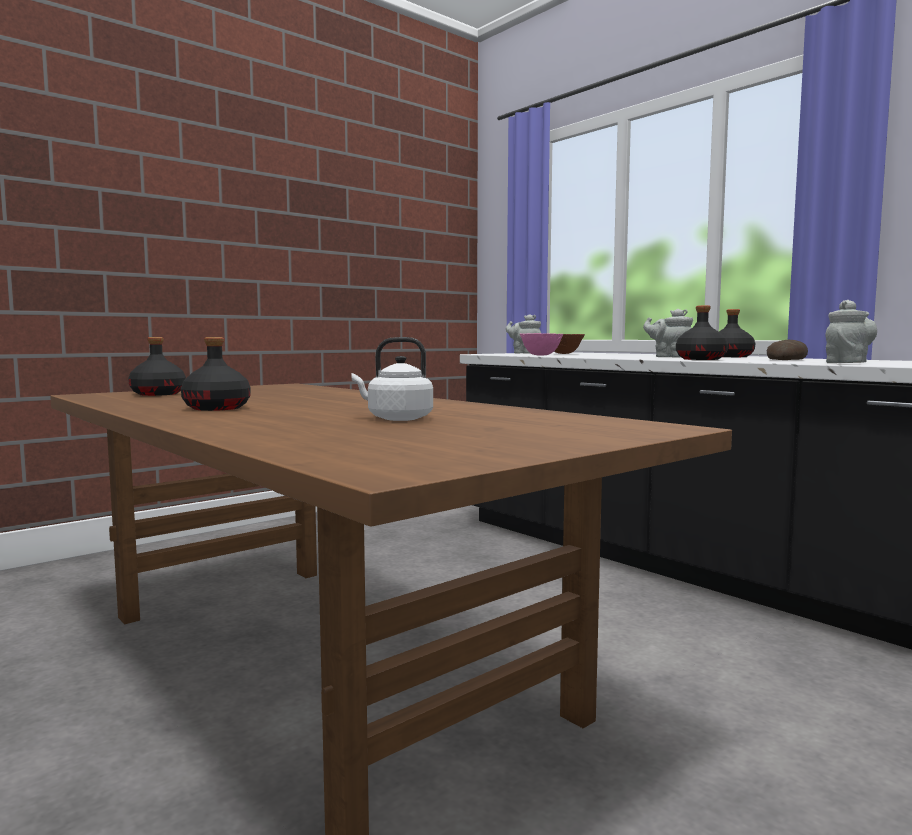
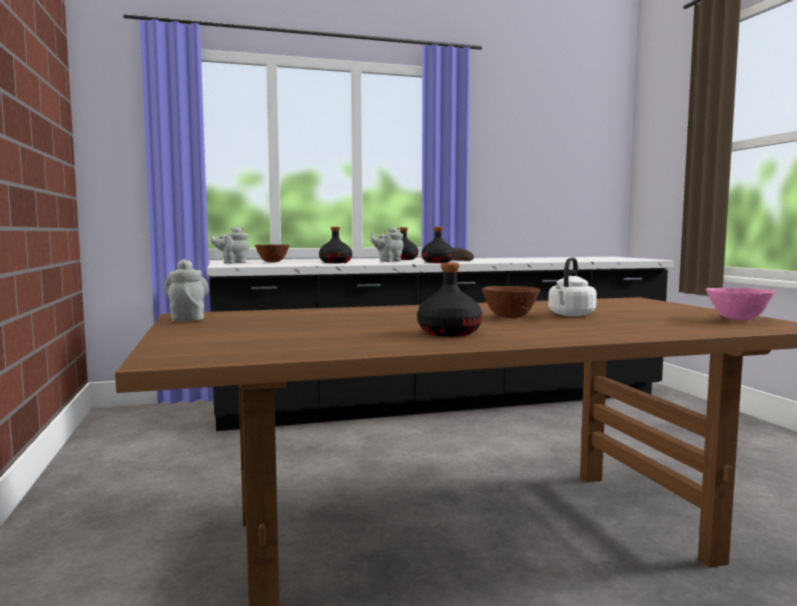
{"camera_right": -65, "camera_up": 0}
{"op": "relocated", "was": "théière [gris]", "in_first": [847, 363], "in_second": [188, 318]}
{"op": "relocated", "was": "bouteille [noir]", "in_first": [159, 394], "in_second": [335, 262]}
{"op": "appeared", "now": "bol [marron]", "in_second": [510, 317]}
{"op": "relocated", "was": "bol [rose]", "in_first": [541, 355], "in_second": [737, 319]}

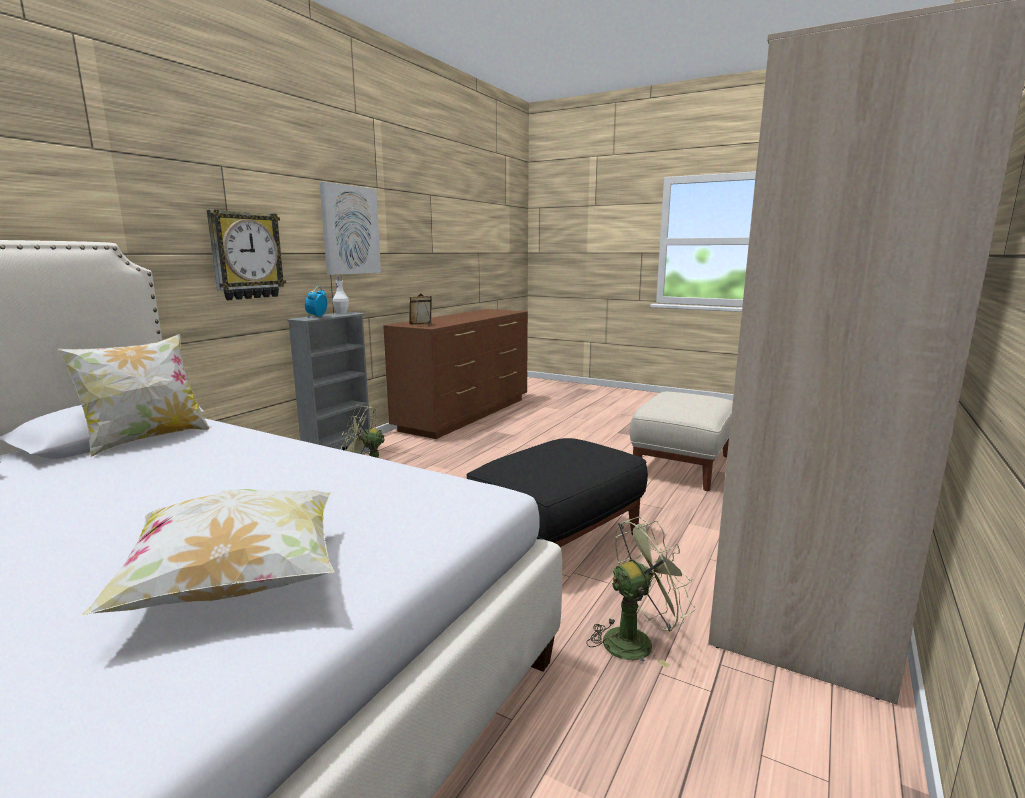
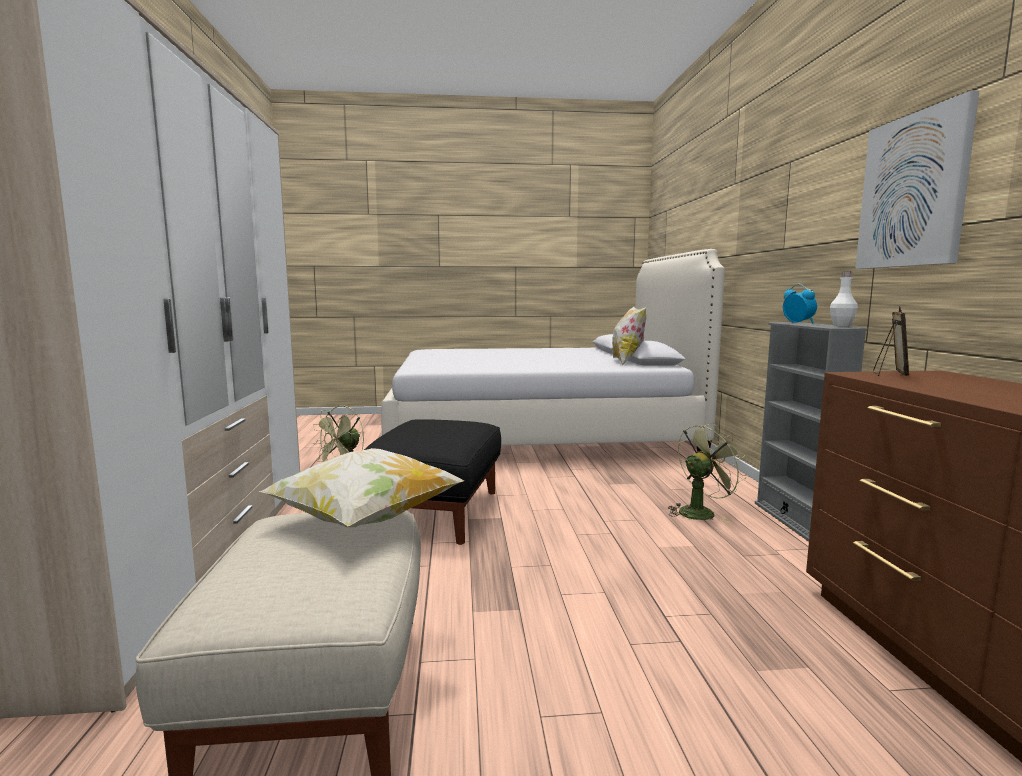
{"camera_right": 145, "camera_up": -5}
{"op": "relocated", "was": "coussin", "in_first": [237, 584], "in_second": [365, 520]}
{"op": "missing", "was": "horloge murale", "in_first": [246, 256]}

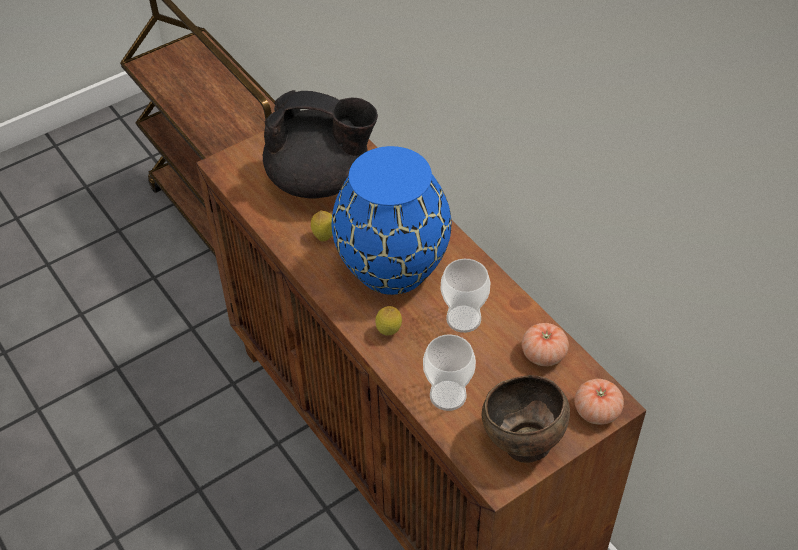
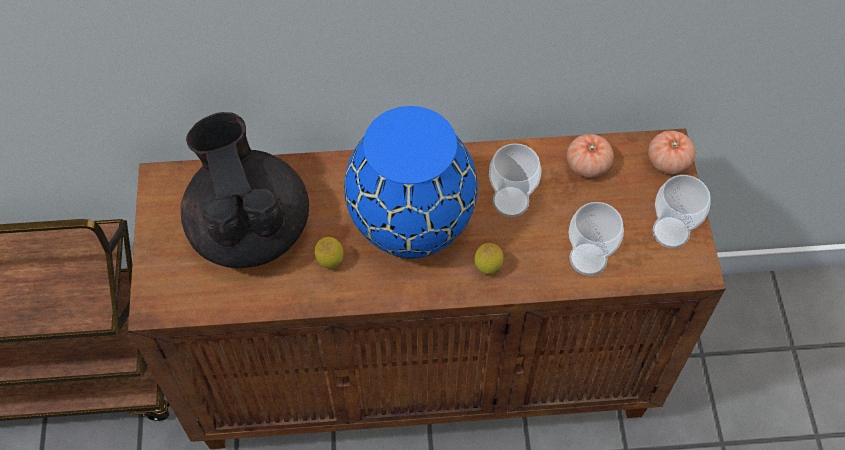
{"camera_right": -60, "camera_up": 10}
{"op": "spun", "was": "théière [noir]", "in_first": [320, 180], "in_second": [249, 227], "clockwise": -60}
{"op": "exchanged", "was": "bol [marron]", "now": "tasse", "in_first": [521, 444], "in_second": [670, 232]}

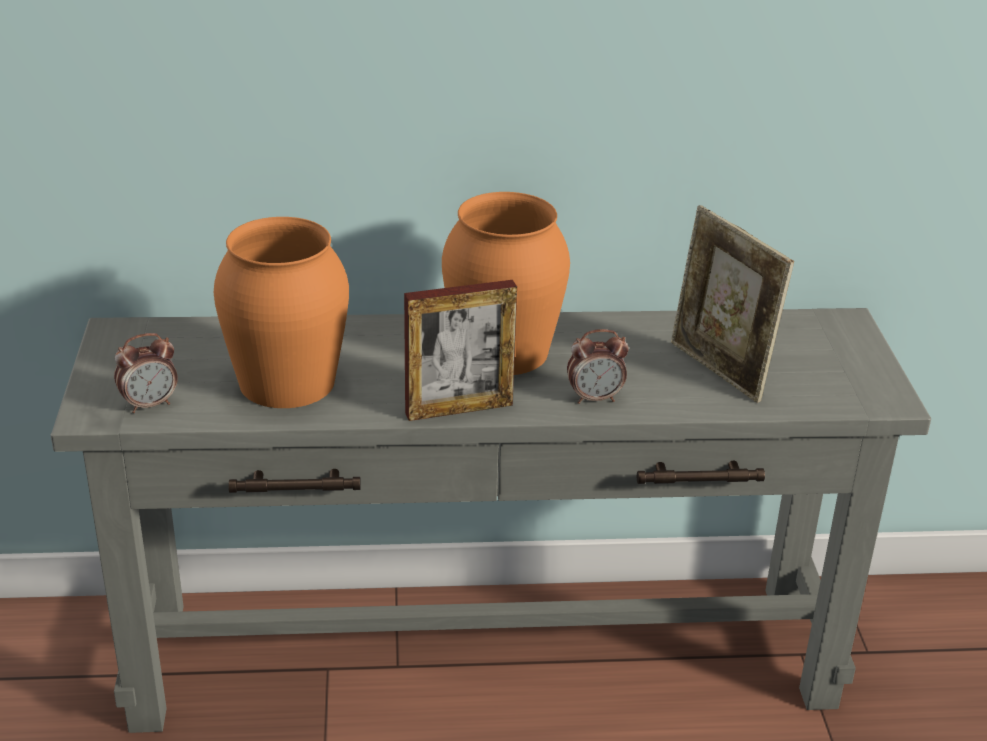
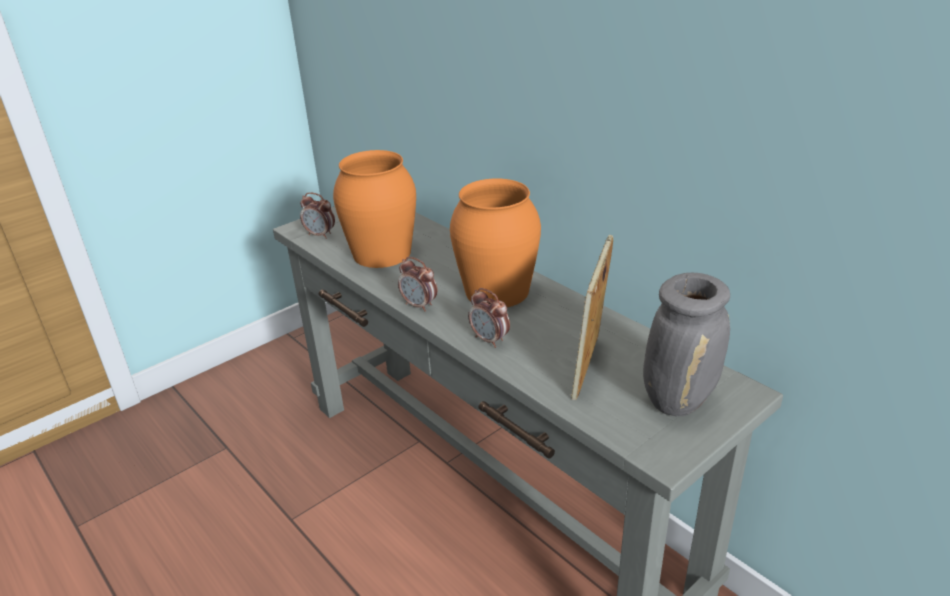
{"camera_right": 55, "camera_up": 0}
{"op": "exchanged", "was": "cadre photo", "now": "réveil", "in_first": [459, 409], "in_second": [419, 305]}
{"op": "appeared", "now": "vase [gris]", "in_second": [678, 400]}

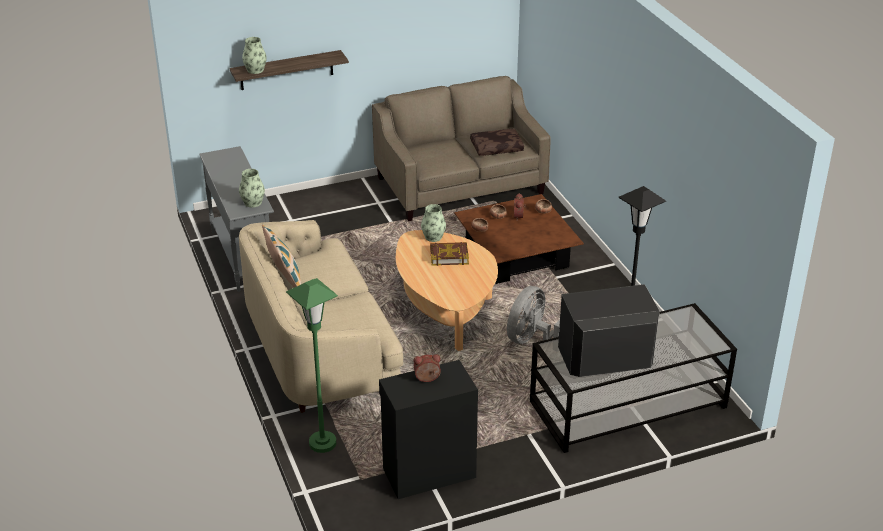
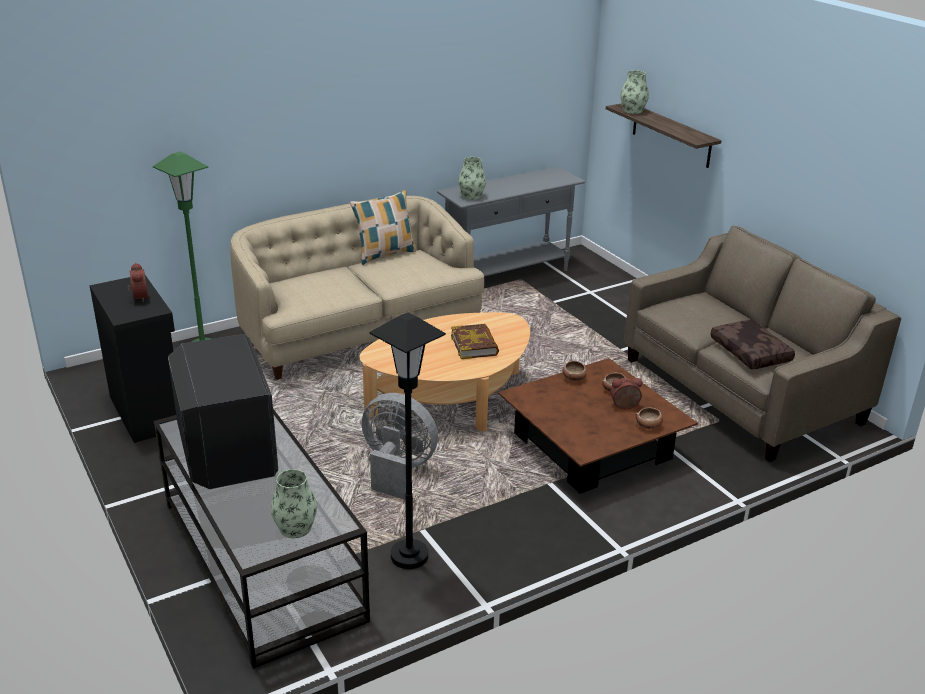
{"camera_right": 80, "camera_up": -5}
{"op": "relocated", "was": "vase", "in_first": [433, 237], "in_second": [295, 528]}

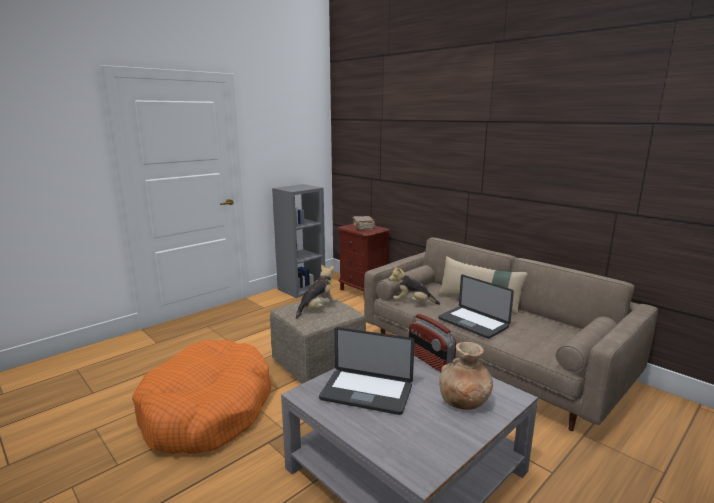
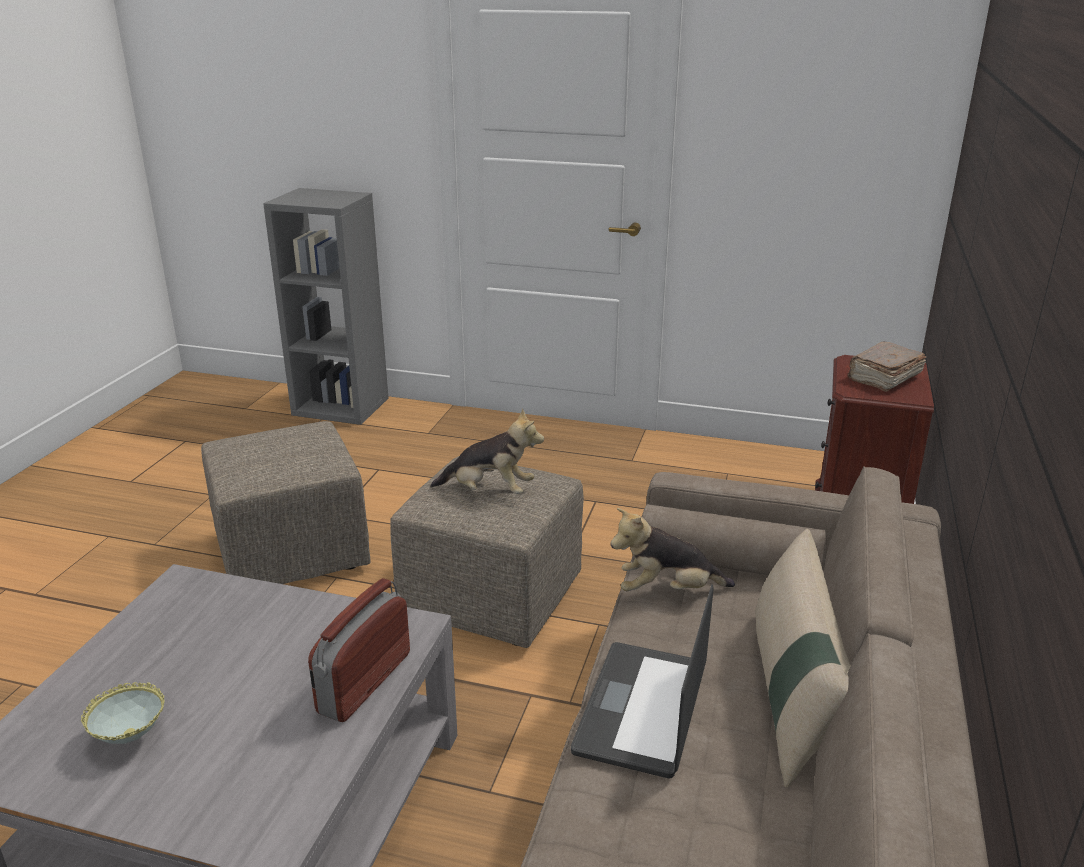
{"camera_right": 60, "camera_up": 10}
{"op": "appeared", "now": "bol", "in_second": [131, 739]}
{"op": "exchanged", "was": "panier pour chien [orange]", "now": "pouf [beige]", "in_first": [207, 410], "in_second": [293, 552]}
{"op": "relocated", "was": "bibliothèque [gris]", "in_first": [301, 288], "in_second": [342, 406]}
{"op": "spun", "was": "peluche", "in_first": [412, 303], "in_second": [667, 591], "clockwise": -75}
{"op": "missing", "was": "ordinateur portable", "in_first": [366, 393]}
{"op": "missing", "was": "vase [marron]", "in_first": [464, 402]}

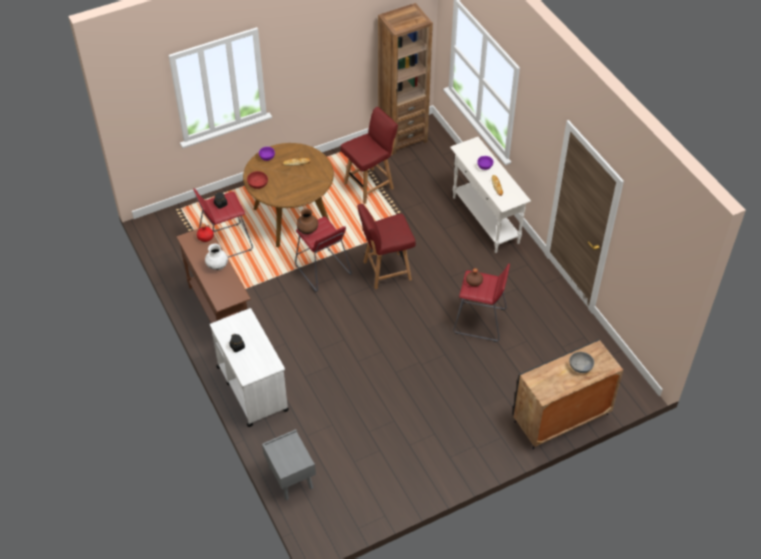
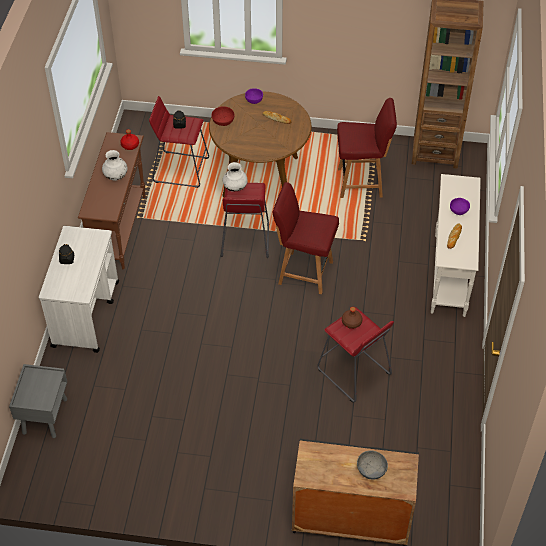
{"camera_right": 35, "camera_up": 0}
{"op": "colour", "was": "vase [marron]", "now": "vase [blanc]", "in_first": [307, 230], "in_second": [235, 188]}

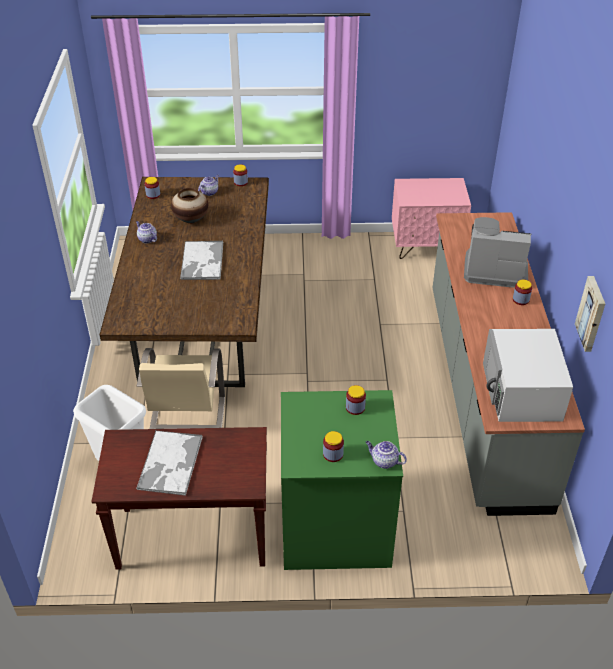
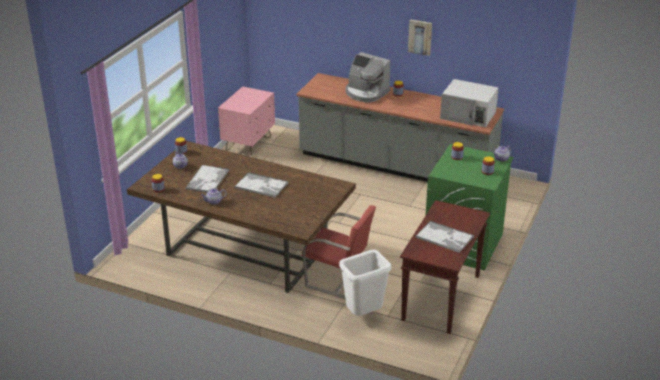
{"camera_right": -65, "camera_up": -10}
{"op": "exchanged", "was": "vase", "now": "plateau", "in_first": [191, 219], "in_second": [207, 180]}
{"op": "colour", "was": "chaise [beige]", "now": "chaise [rouge]", "in_first": [186, 420], "in_second": [338, 279]}
{"op": "spun", "was": "machine à café", "in_first": [494, 269], "in_second": [366, 93], "clockwise": -90}
{"op": "relocated", "was": "tableau", "in_first": [592, 314], "in_second": [420, 37]}

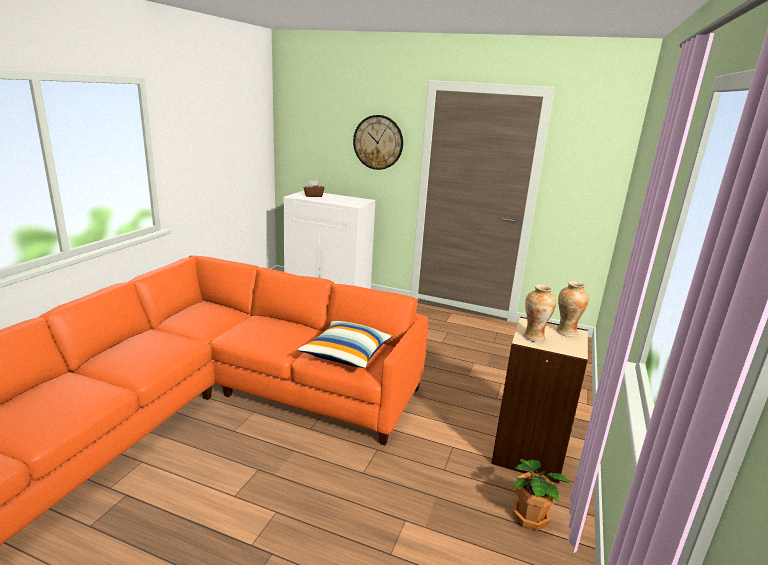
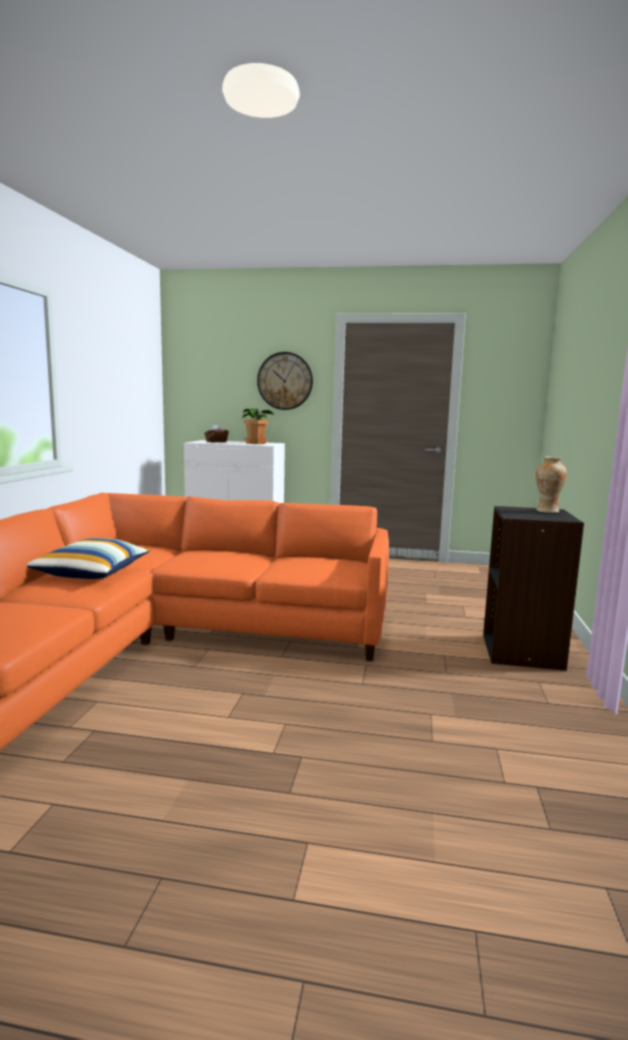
{"camera_right": -10, "camera_up": -10}
{"op": "relocated", "was": "coussin", "in_first": [346, 354], "in_second": [91, 573]}
{"op": "relocated", "was": "plante en pot", "in_first": [530, 516], "in_second": [256, 443]}
{"op": "colour", "was": "bibliothèque [beige]", "now": "bibliothèque [noir]", "in_first": [529, 453], "in_second": [523, 652]}
{"op": "missing", "was": "vase", "in_first": [534, 337]}

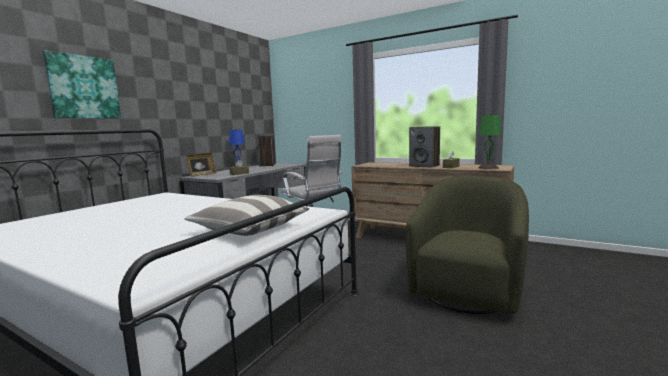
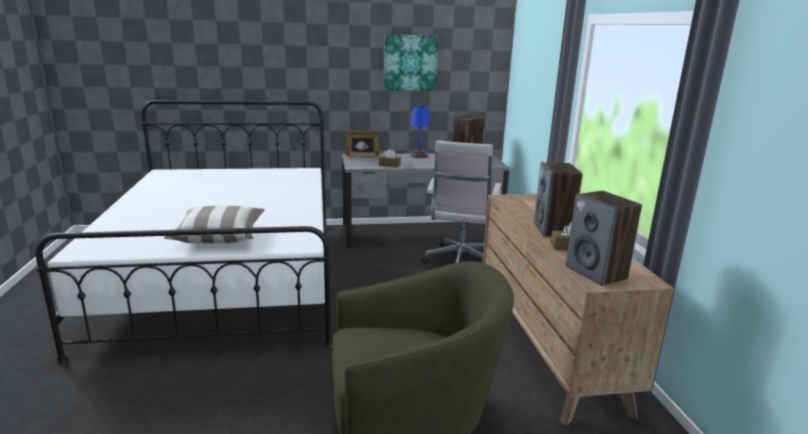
{"camera_right": 50, "camera_up": 10}
{"op": "relocated", "was": "tableau", "in_first": [83, 87], "in_second": [410, 62]}
{"op": "exchanged", "was": "lampe de table [vert]", "now": "enceinte", "in_first": [488, 168], "in_second": [596, 273]}

